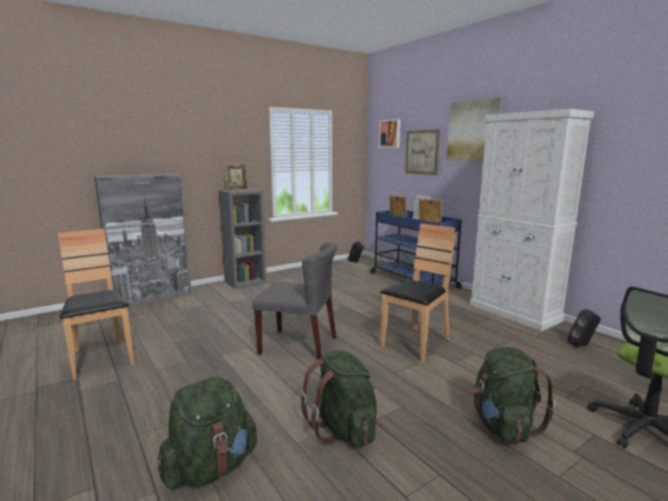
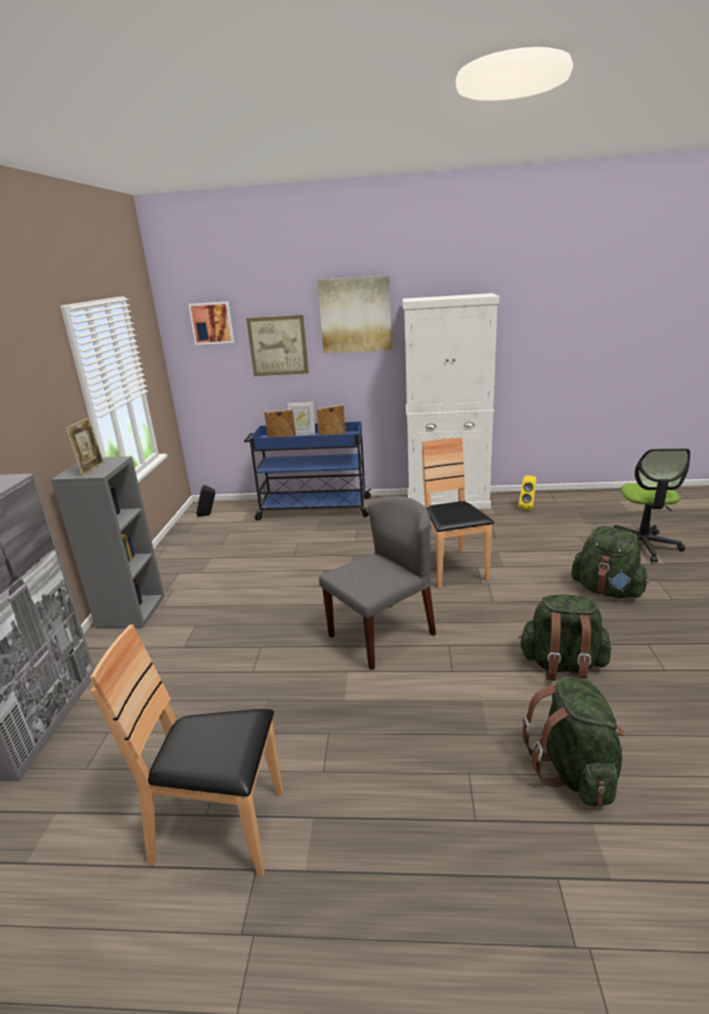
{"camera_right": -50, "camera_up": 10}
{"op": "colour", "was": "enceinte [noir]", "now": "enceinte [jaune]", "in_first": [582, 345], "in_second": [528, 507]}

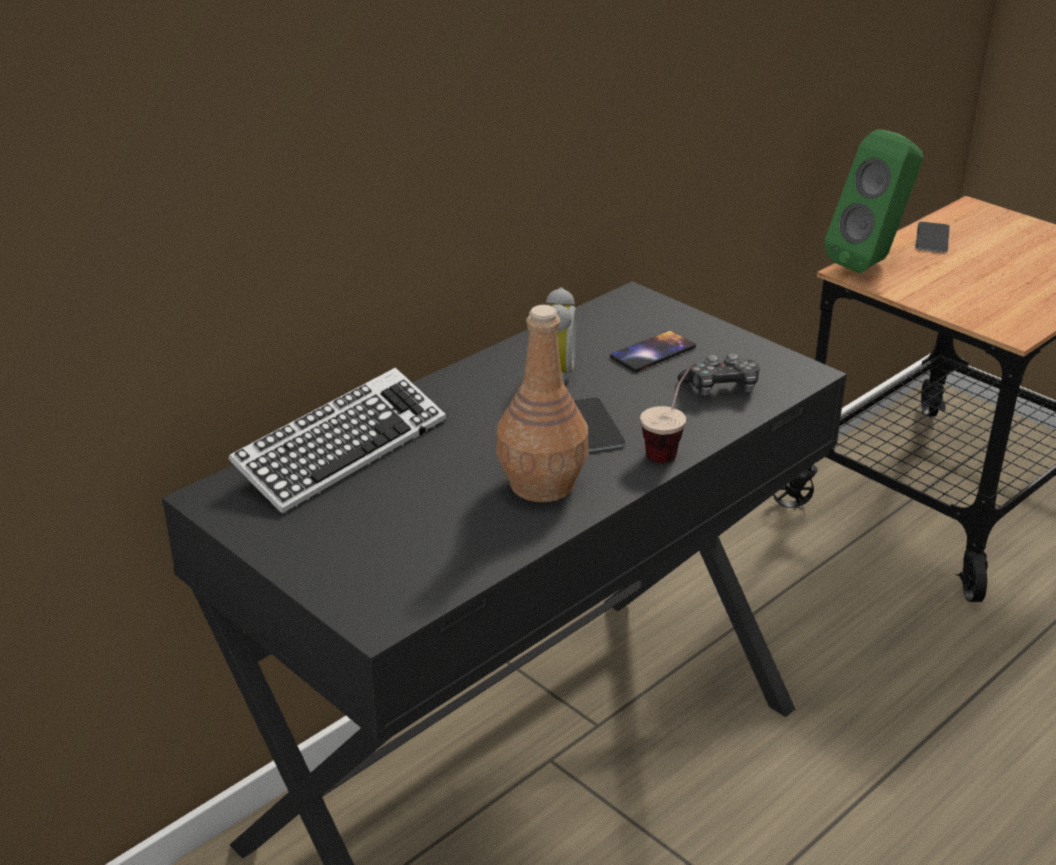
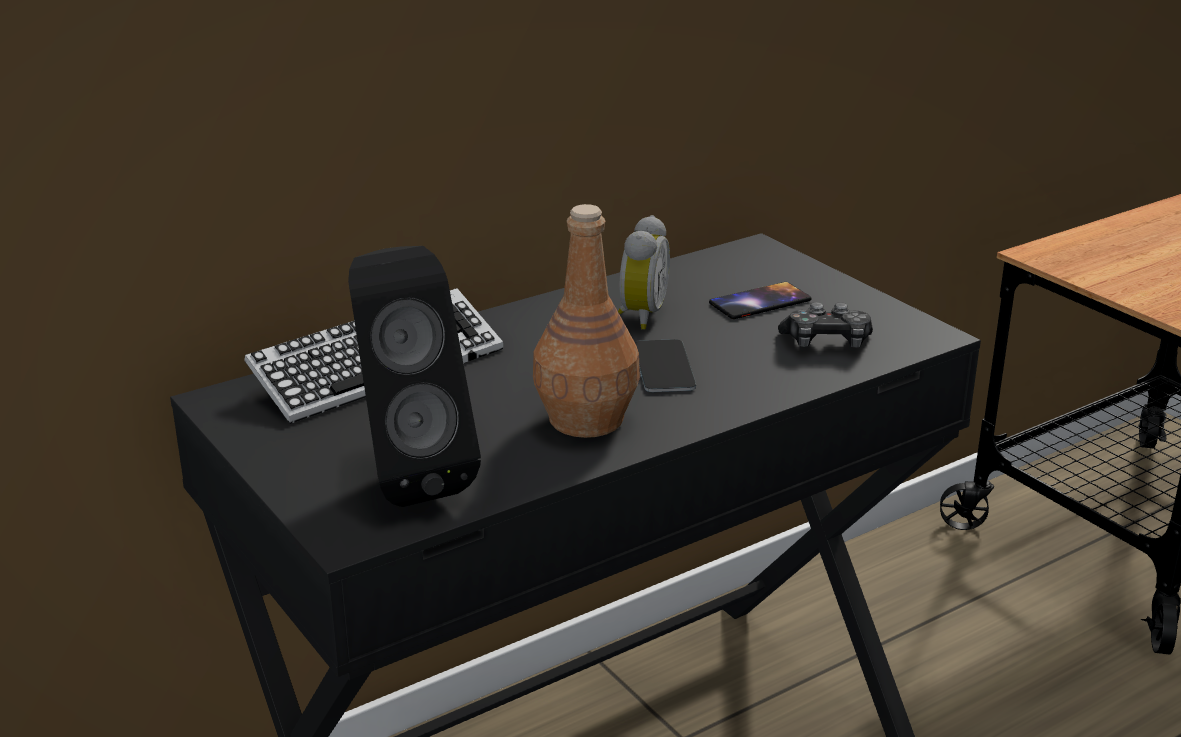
{"camera_right": 10, "camera_up": -5}
{"op": "appeared", "now": "enceinte [noir]", "in_second": [407, 476]}
{"op": "missing", "was": "tasse", "in_first": [669, 447]}
{"op": "missing", "was": "enceinte [vert]", "in_first": [871, 263]}
{"op": "missing", "was": "téléphone", "in_first": [932, 238]}

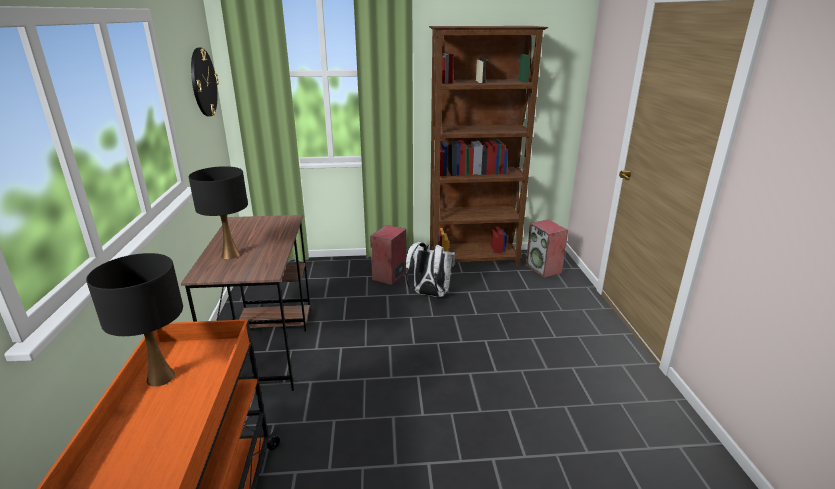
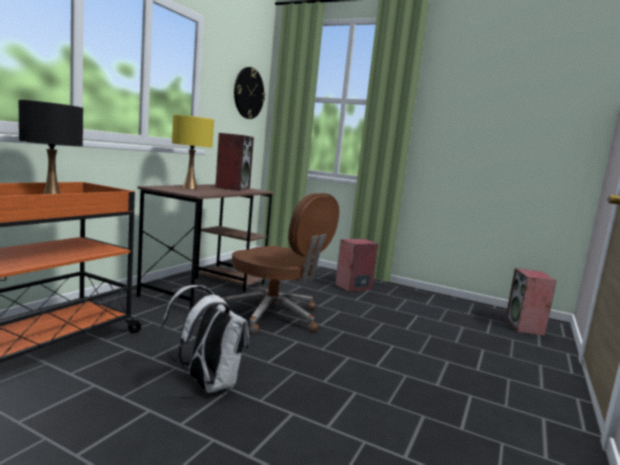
{"camera_right": 30, "camera_up": -15}
{"op": "relocated", "was": "sac à dos [blanc]", "in_first": [429, 294], "in_second": [207, 384]}
{"op": "colour", "was": "lampe de table [noir]", "now": "lampe de table [jaune]", "in_first": [230, 255], "in_second": [190, 188]}
{"op": "appeared", "now": "enceinte", "in_second": [232, 188]}
{"op": "appeared", "now": "chaise de bureau [marron]", "in_second": [274, 316]}
{"op": "missing", "was": "bibliothèque [marron]", "in_first": [474, 260]}

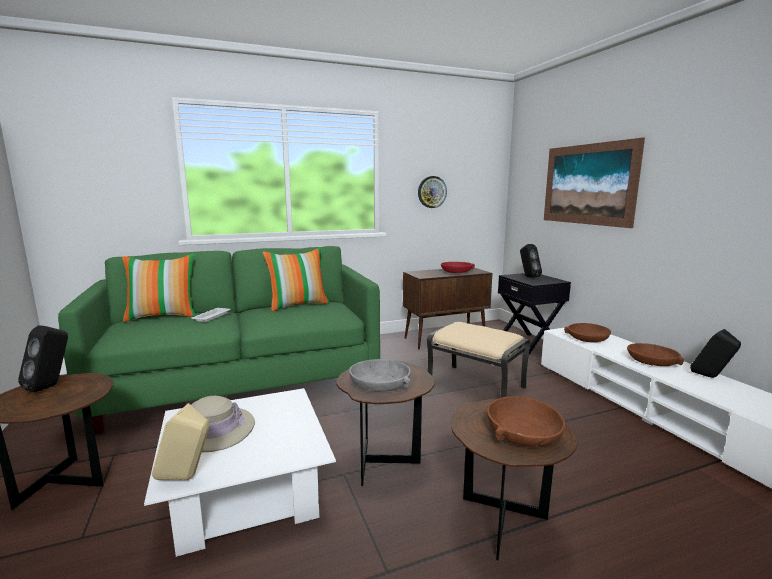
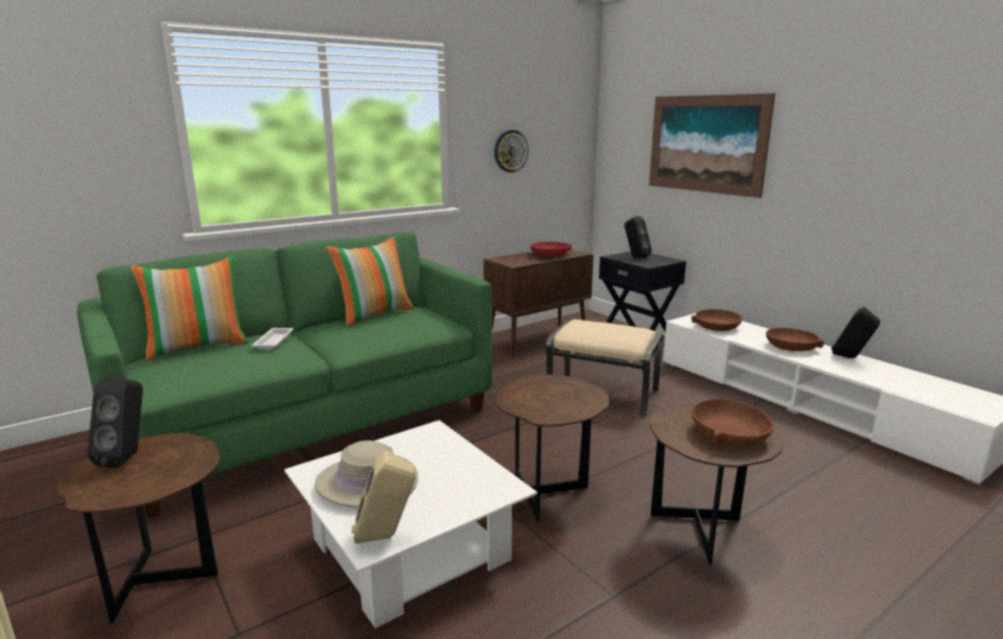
{"camera_right": -15, "camera_up": 5}
{"op": "missing", "was": "bol [gris]", "in_first": [380, 384]}

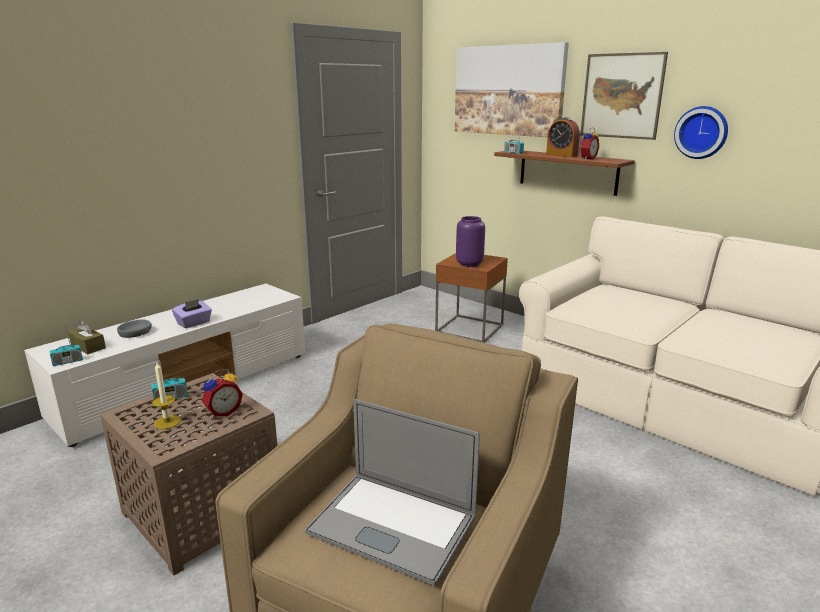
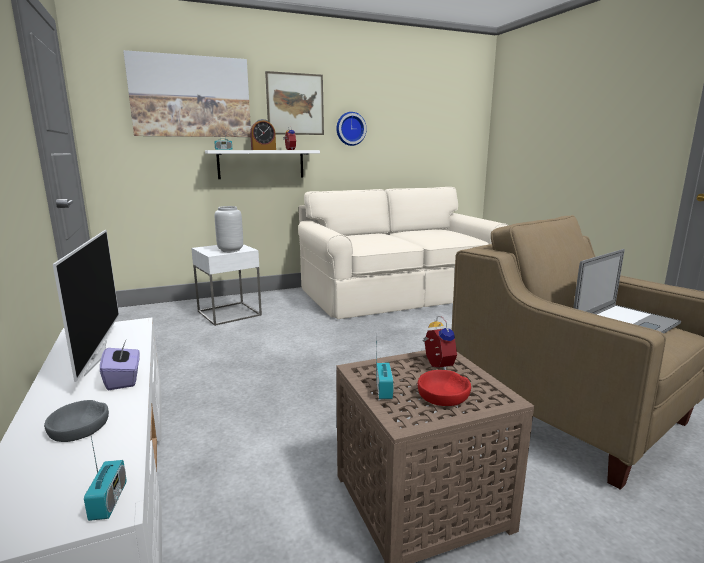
{"camera_right": -65, "camera_up": -5}
{"op": "appeared", "now": "téléviseur", "in_second": [94, 357]}
{"op": "colour", "was": "table d'appoint [marron]", "now": "table d'appoint [blanc]", "in_first": [469, 328], "in_second": [229, 313]}
{"op": "colour", "was": "étagère [marron]", "now": "étagère [blanc]", "in_first": [567, 171], "in_second": [261, 164]}
{"op": "colour", "was": "vase [violet]", "now": "vase [gris]", "in_first": [469, 264], "in_second": [230, 250]}
{"op": "exchanged", "was": "bougie", "now": "bol [rouge]", "in_first": [167, 422], "in_second": [443, 394]}
{"op": "missing", "was": "boîte à mouchoirs [marron]", "in_first": [88, 347]}

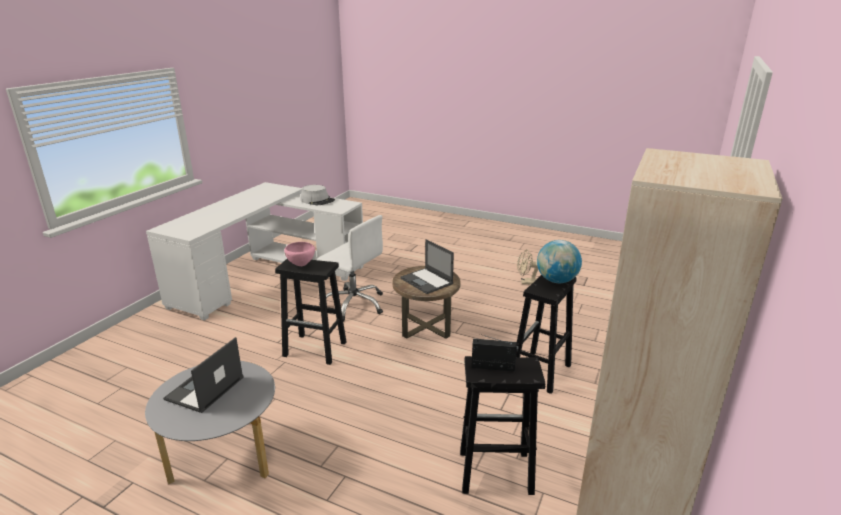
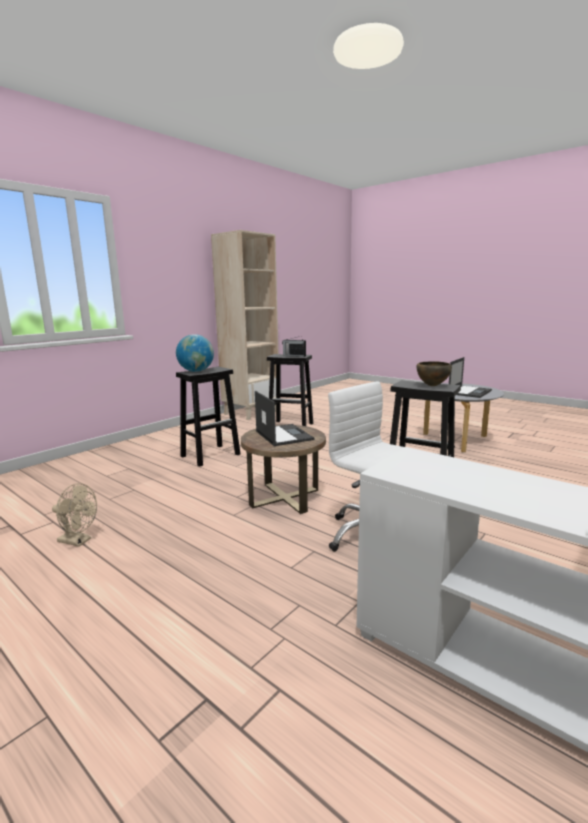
{"camera_right": -165, "camera_up": -10}
{"op": "colour", "was": "bol [rose]", "now": "bol [marron]", "in_first": [301, 265], "in_second": [432, 386]}
{"op": "missing", "was": "chapeau [gris]", "in_first": [317, 200]}

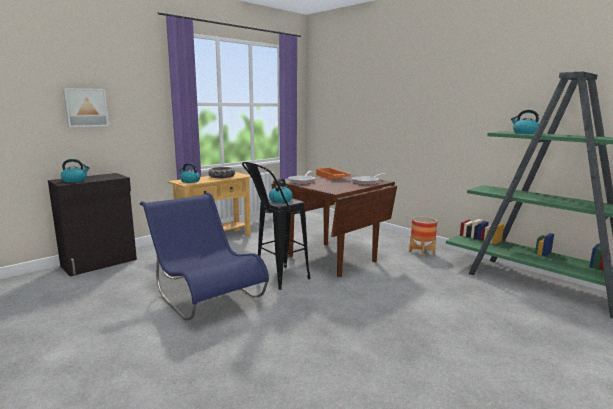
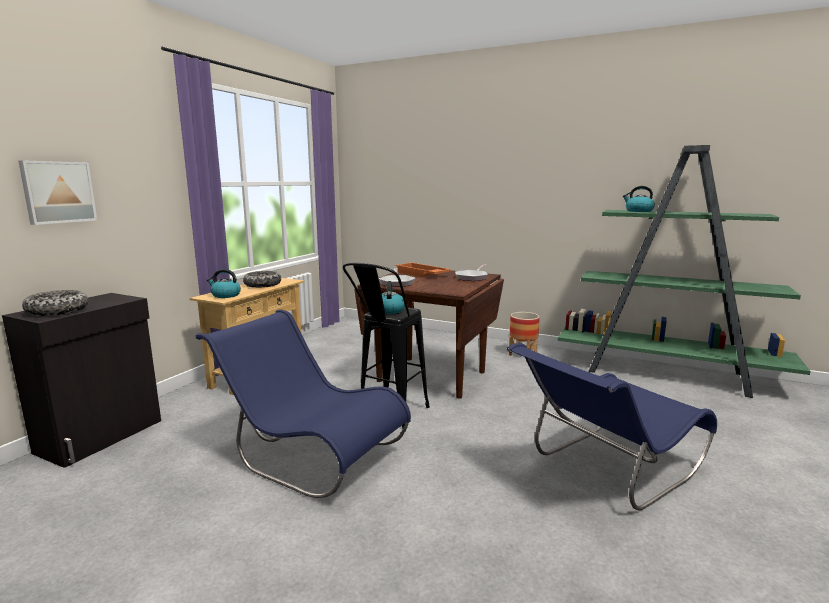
{"camera_right": -20, "camera_up": 0}
{"op": "exchanged", "was": "bouilloire", "now": "bol", "in_first": [75, 180], "in_second": [57, 311]}
{"op": "appeared", "now": "chaise [bleu]", "in_second": [606, 471]}

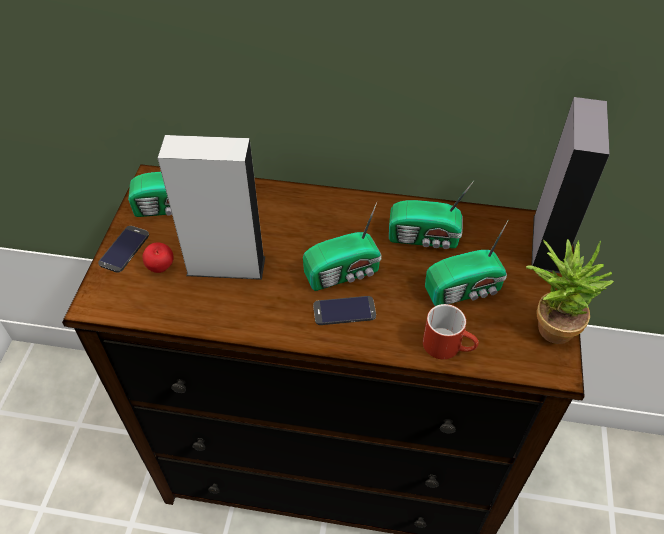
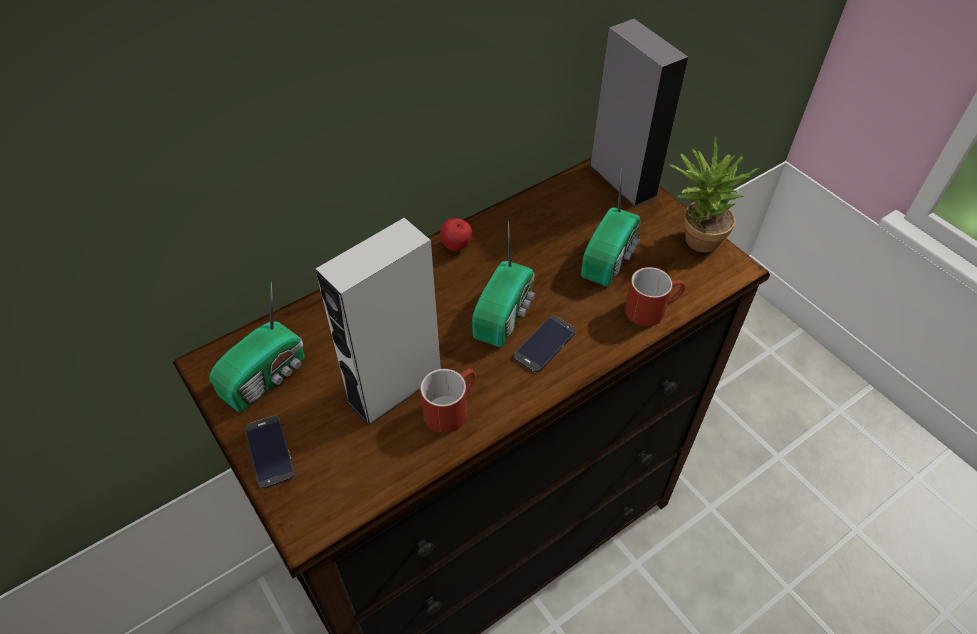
{"camera_right": -45, "camera_up": 0}
{"op": "appeared", "now": "mug [rouge]", "in_second": [450, 408]}
{"op": "relocated", "was": "pomme", "in_first": [161, 268], "in_second": [457, 247]}
{"op": "missing", "was": "radio", "in_first": [425, 238]}

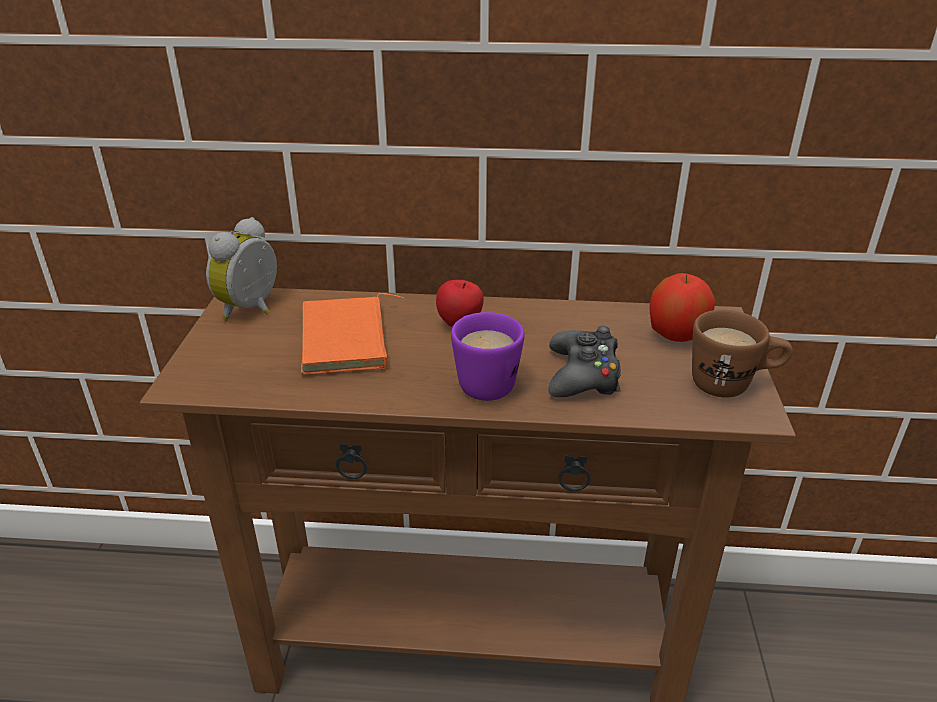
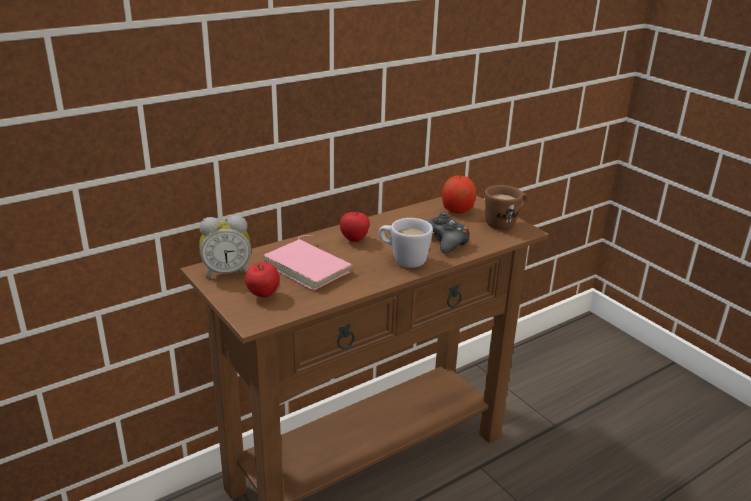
{"camera_right": -40, "camera_up": -5}
{"op": "spun", "was": "réveil", "in_first": [253, 310], "in_second": [227, 272], "clockwise": -90}
{"op": "appeared", "now": "pomme", "in_second": [263, 295]}
{"op": "colour", "was": "livre [orange]", "now": "livre [rose]", "in_first": [348, 341], "in_second": [309, 267]}
{"op": "colour", "was": "mug [violet]", "now": "mug [blanc]", "in_first": [482, 380], "in_second": [403, 259]}

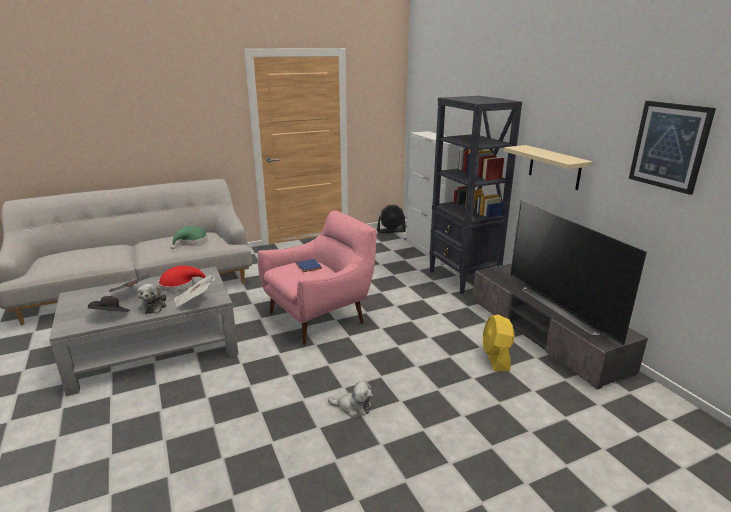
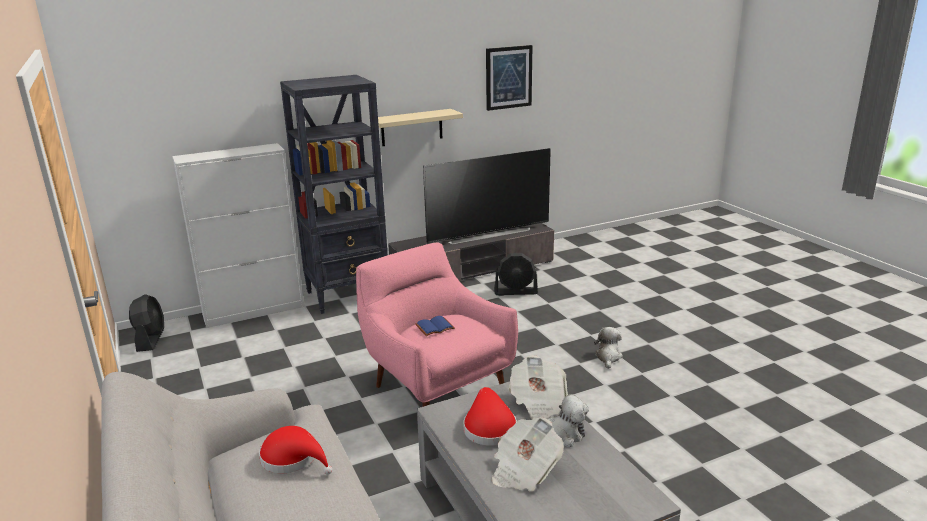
{"camera_right": -90, "camera_up": 0}
{"op": "colour", "was": "chapeau [vert]", "now": "chapeau [rouge]", "in_first": [191, 241], "in_second": [293, 458]}
{"op": "colour", "was": "ventilateur [jaune]", "now": "ventilateur [noir]", "in_first": [496, 358], "in_second": [515, 291]}
{"op": "missing", "was": "chapeau [noir]", "in_first": [111, 315]}

